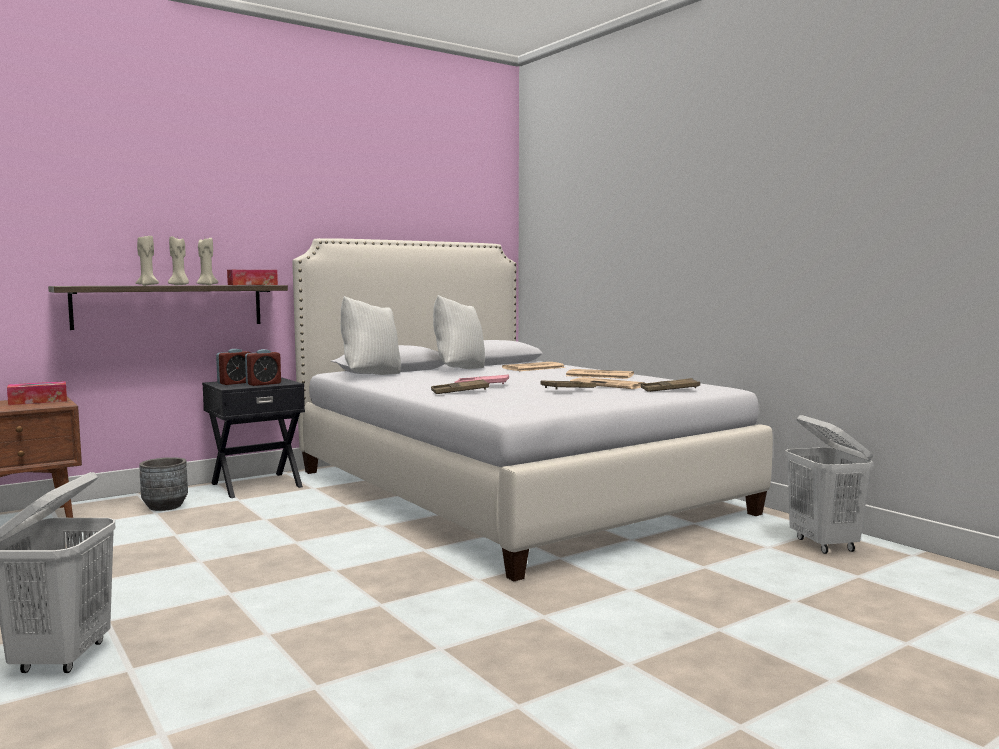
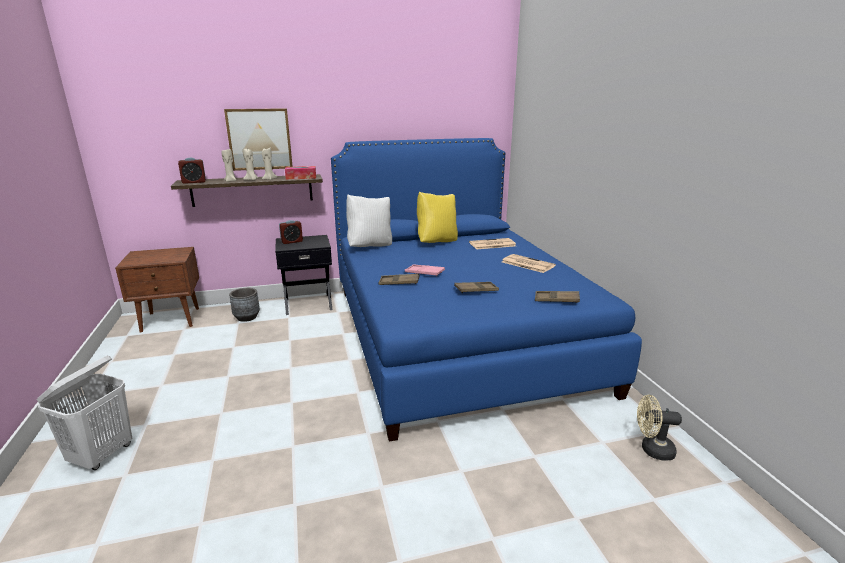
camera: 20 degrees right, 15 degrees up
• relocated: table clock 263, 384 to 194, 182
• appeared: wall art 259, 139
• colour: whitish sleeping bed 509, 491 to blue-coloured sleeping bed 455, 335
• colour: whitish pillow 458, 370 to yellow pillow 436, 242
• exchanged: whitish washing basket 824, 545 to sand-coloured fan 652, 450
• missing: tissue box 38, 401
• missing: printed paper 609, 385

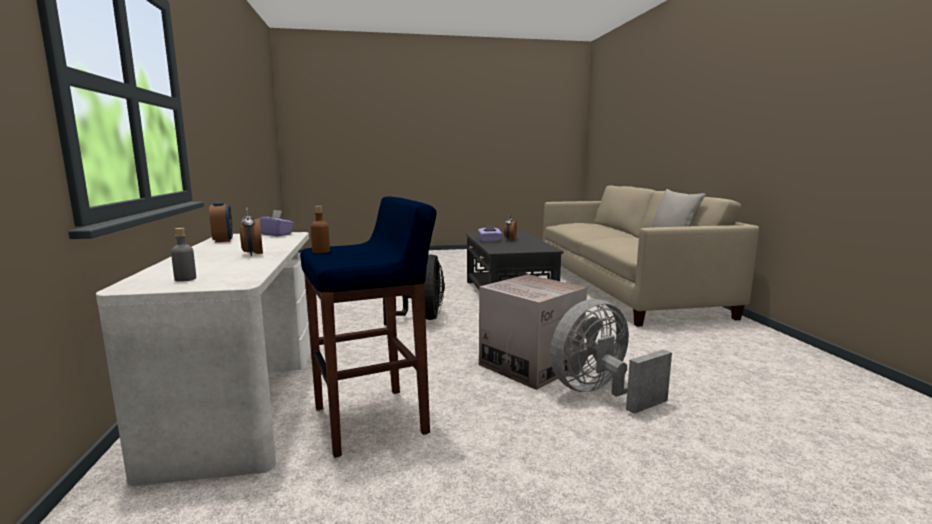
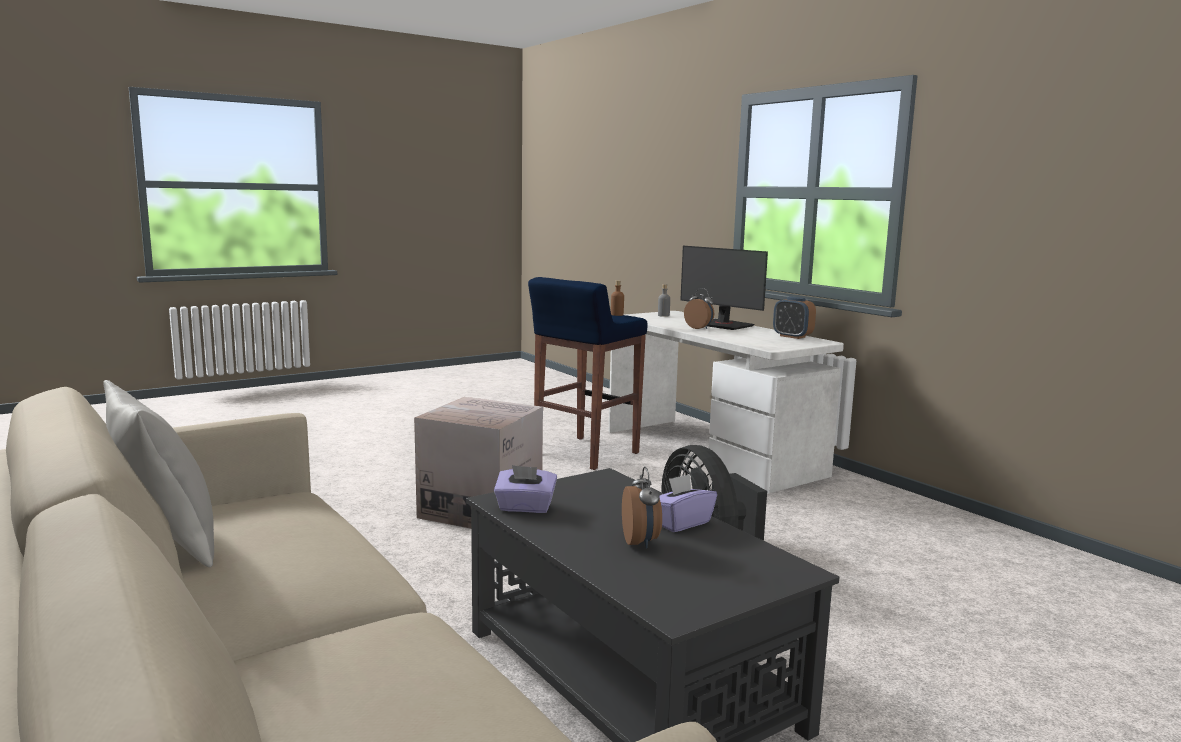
camera: 155 degrees right, 0 degrees up
• relocated: purple tissue box 276, 234 to 525, 507
• appeared: computer screen 721, 324
• missing: grey fan 599, 393

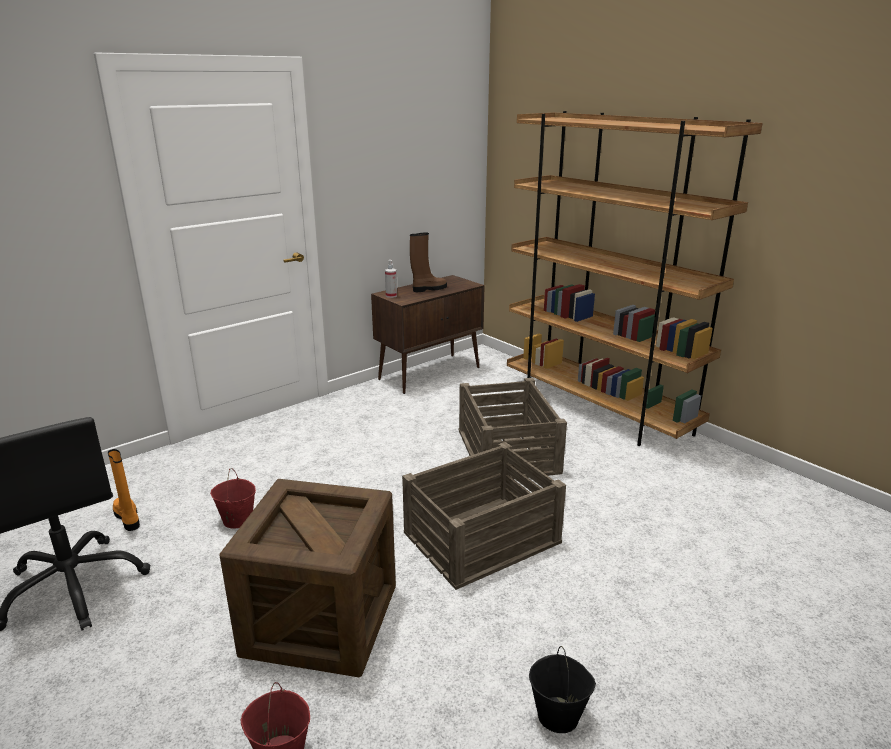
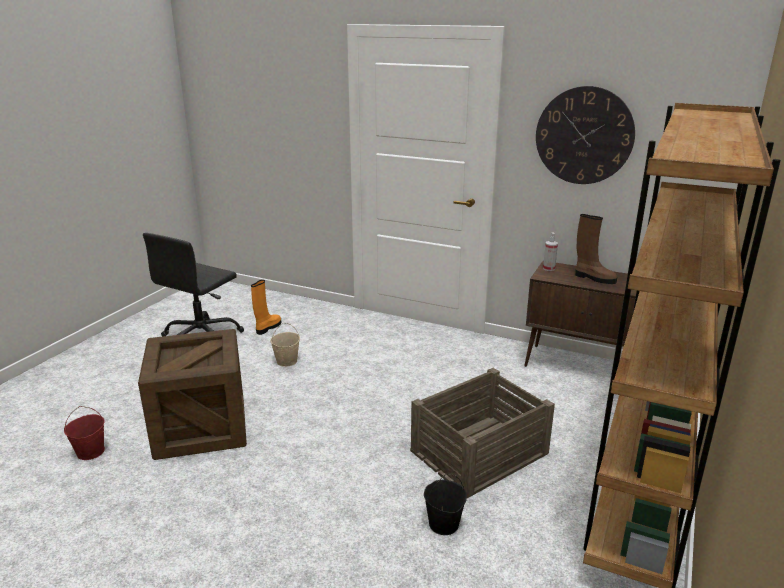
camera: 65 degrees right, 0 degrees up
• colour: reddish water bucket 237, 520 to sand-coloured water bucket 286, 361
• relocated: black-coloured water bucket 558, 715 to 444, 524
• appeared: hanging clock 584, 136
• missing: crate 480, 537

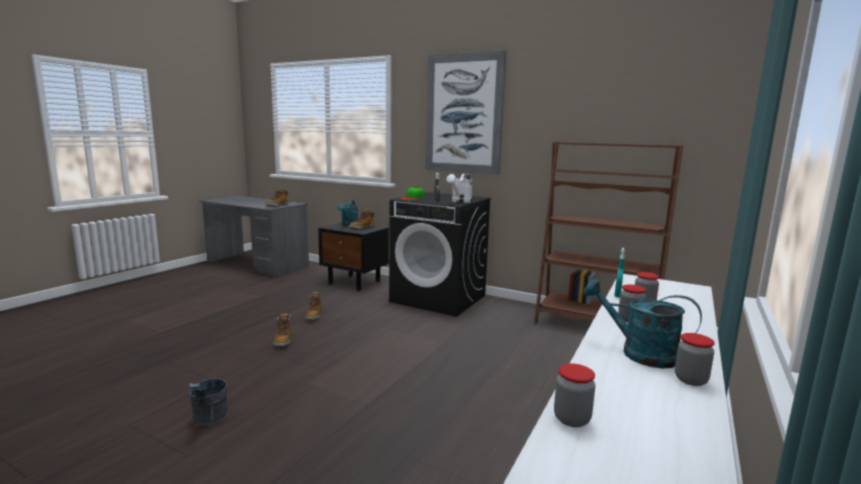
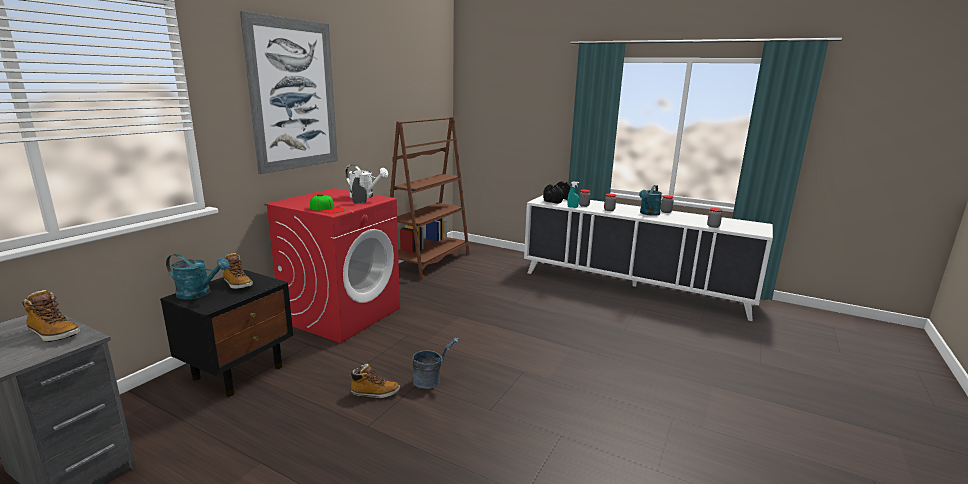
camera: 90 degrees left, 5 degrees up
• colour: black-coloured laundry machine 439, 298 to reddish laundry machine 342, 314
• relocated: grey water bucket 209, 420 to 432, 381
• appeared: black-coloured hand weight 557, 200
• missing: tall boot 283, 340

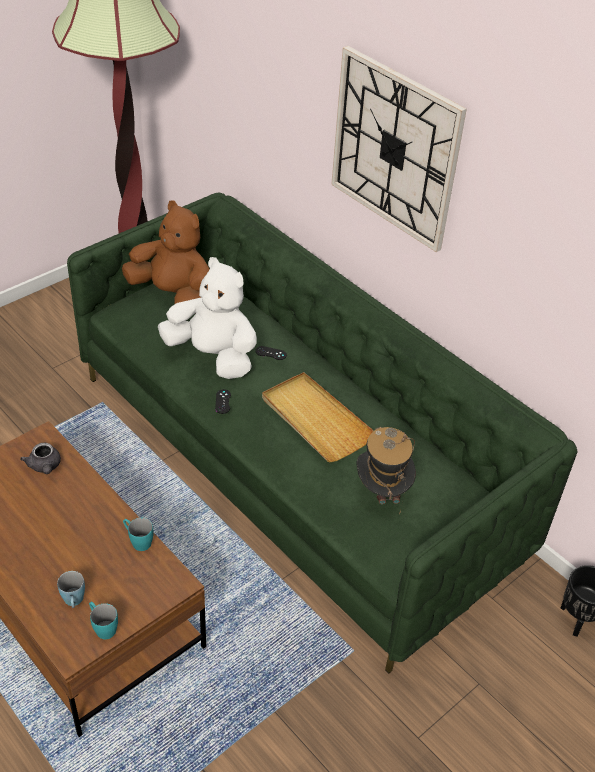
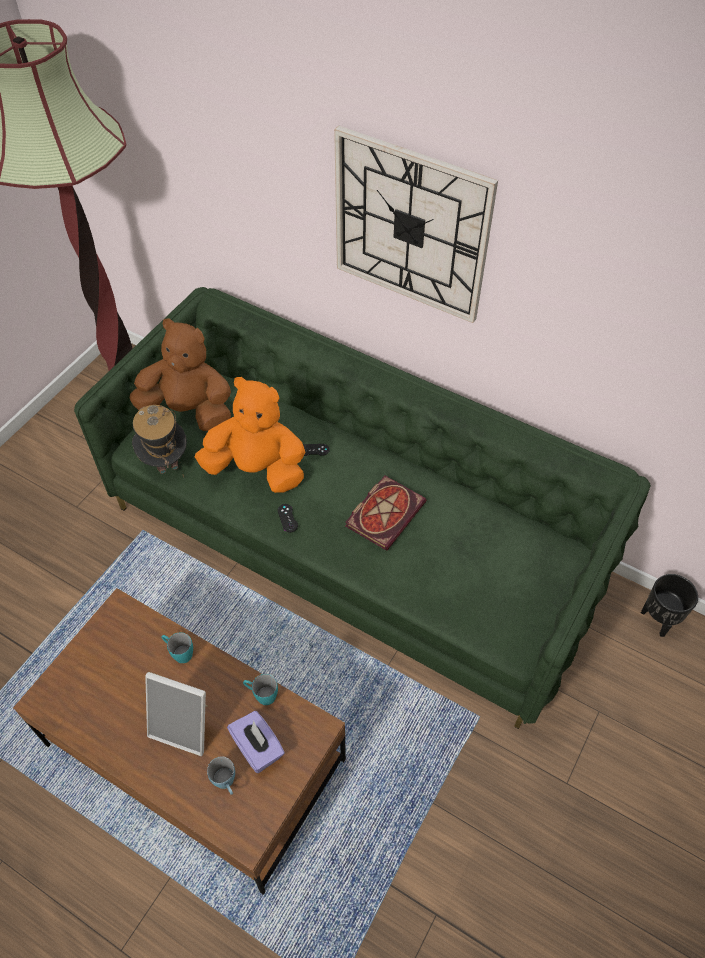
camera: 15 degrees left, 10 degrees up
• relocated: wearable hat 382, 492 to 165, 461
• appeared: photo frame 185, 726
• relocated: blue-green mug 102, 627 to 179, 652
• colour: whitish cuddly toy 213, 356 to orangey cuddly toy 257, 469
• appeared: purple tissue box 258, 748
• exchanged: sand-coloured serving tray 315, 420 to bound book 385, 512
• missing: grey tea pot 45, 467

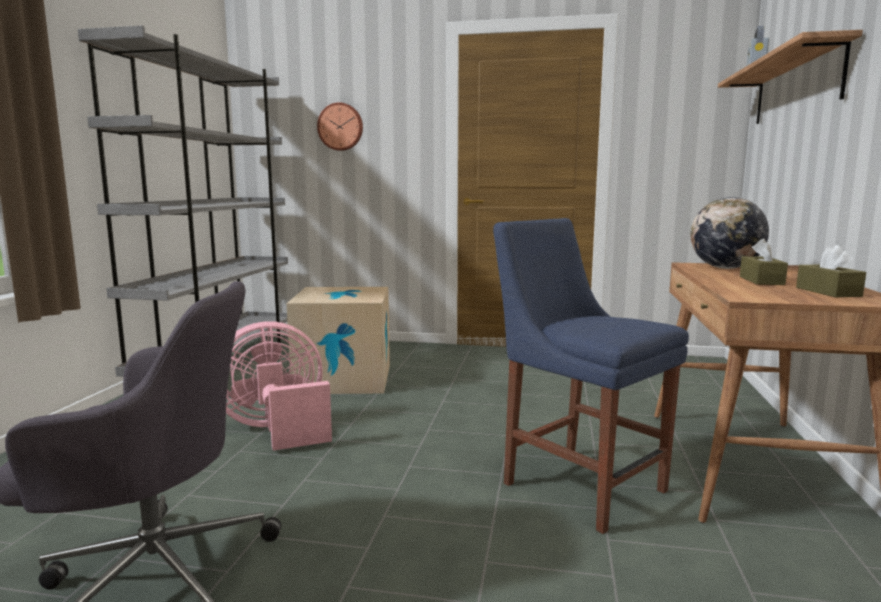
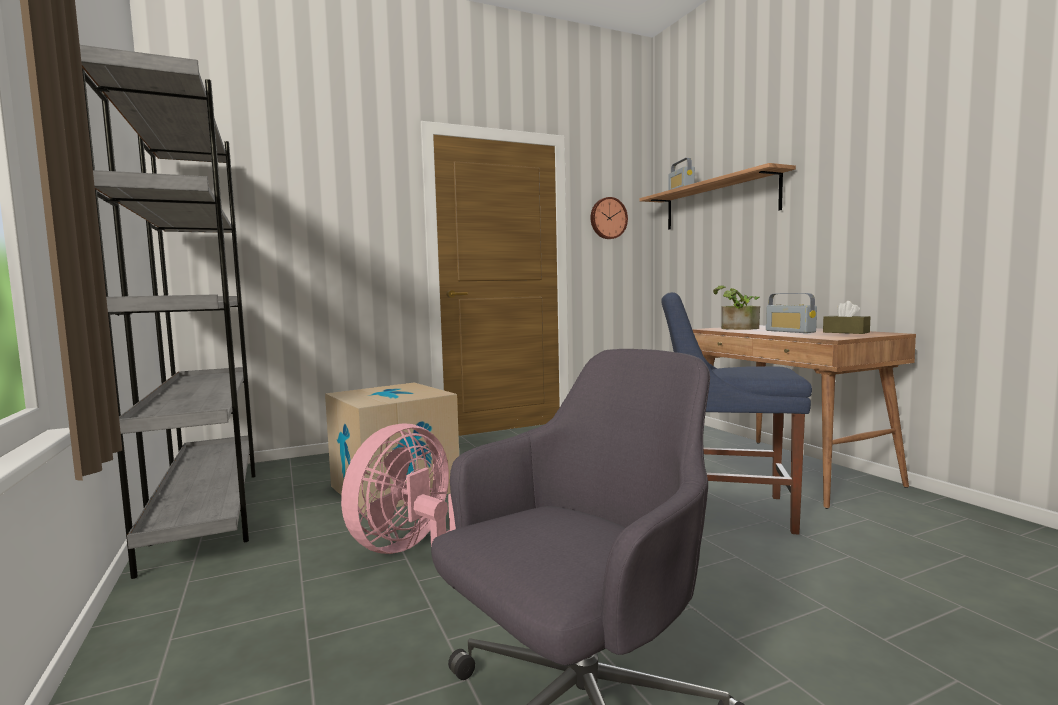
camera: 35 degrees left, 5 degrees down
• relocated: hanging clock 340, 127 to 607, 218
• exchanged: globe 725, 268 to potted plant 736, 328
• exchanged: brownish tissue box 761, 280 to radio set 790, 331

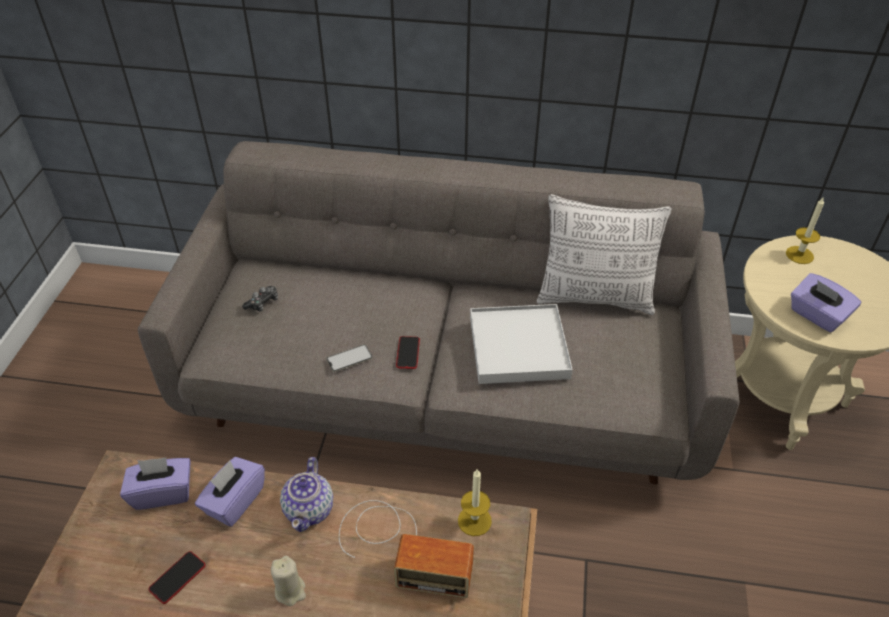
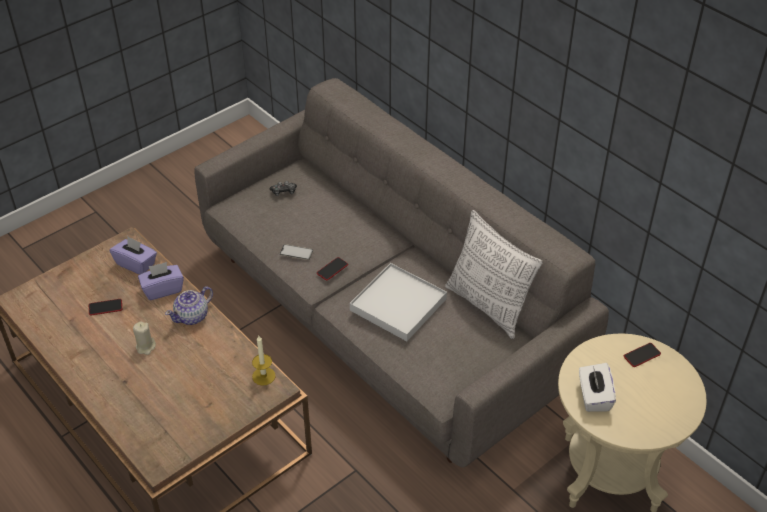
camera: 40 degrees right, 0 degrees up
• colour: purple tissue box 817, 315 to whitish tissue box 593, 397
• exchanged: candle 799, 255 to phone 642, 355
• missing: radio set 402, 547

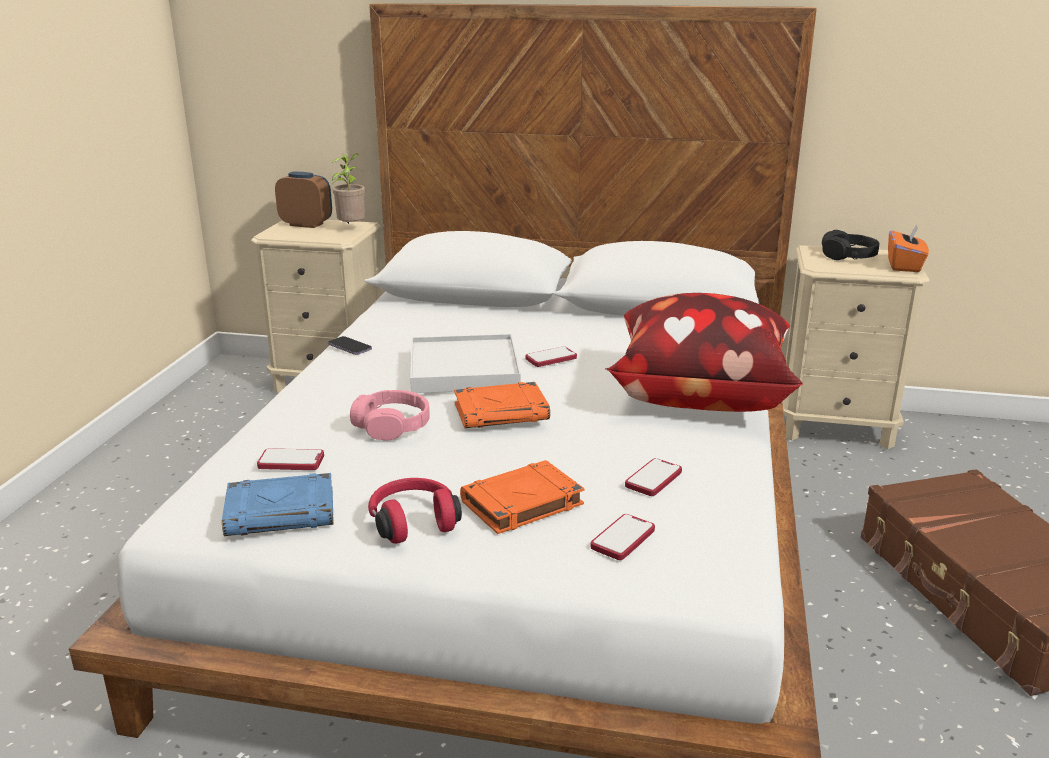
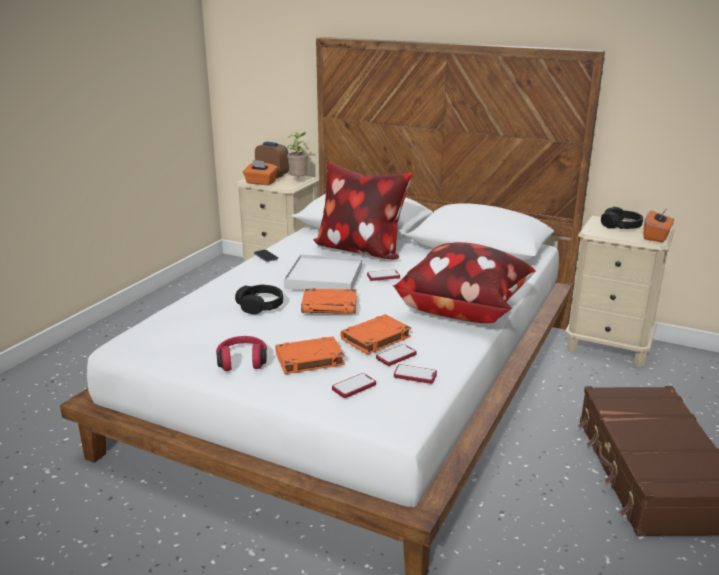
camera: 15 degrees right, 0 degrees up
• colour: pinkish headphones 392, 425 to black-coloured headphones 260, 306
• appeared: orangey tissue box 260, 183
• appeared: pillow 360, 250
• appeared: orangey bound book 375, 338
• relocated: phone 291, 461 to 415, 375
• missing: blue-coloured bound book 282, 512

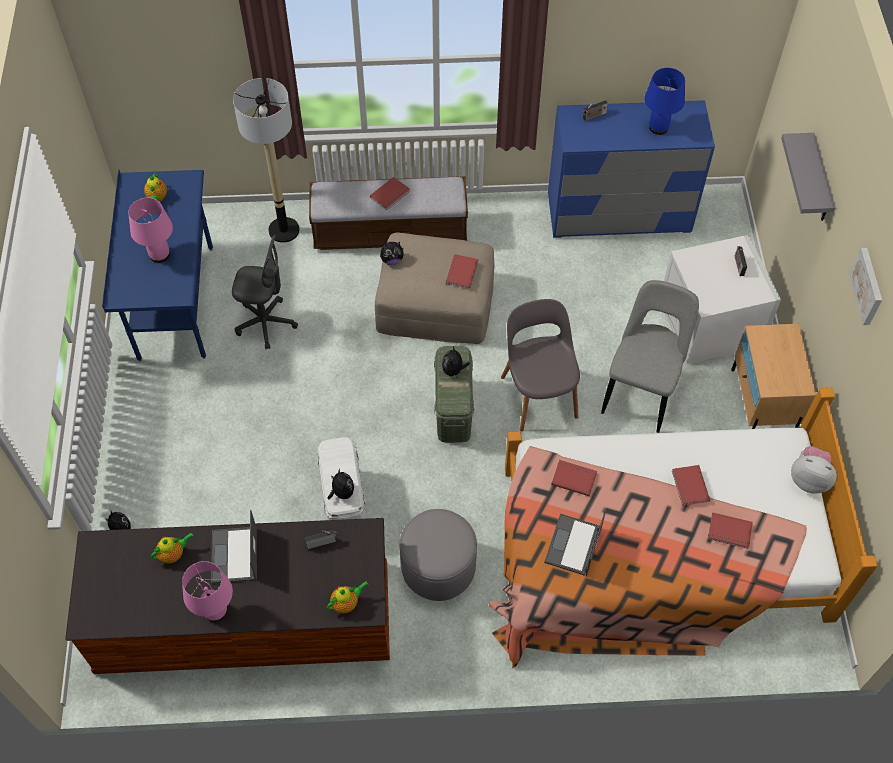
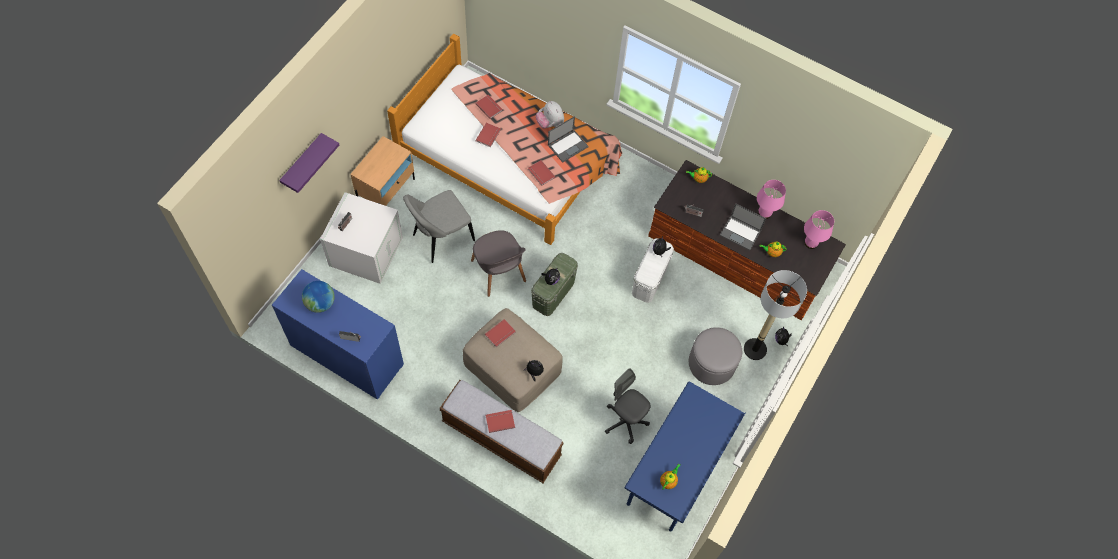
camera: 150 degrees left, 5 degrees up
• colour: grey wall shelf 820, 181 to purple wall shelf 302, 162
• exchanged: blue-coloured tabletop lamp 658, 128 to globe 320, 303
• spun: grey upright chair 539, 394 = 498, 272 45 degrees counterclockwise
• relocated: cuddly toy 809, 479 to 550, 123
• relocated: grey footrest 438, 566 to 711, 363
• spun: laptop 235, 556 = 740, 233 90 degrees clockwise
• relocated: floor lamp 283, 230 to 755, 349
• relocated: pinkish tabletop lamp 159, 254 to 811, 243
• missing: wall art 868, 286

